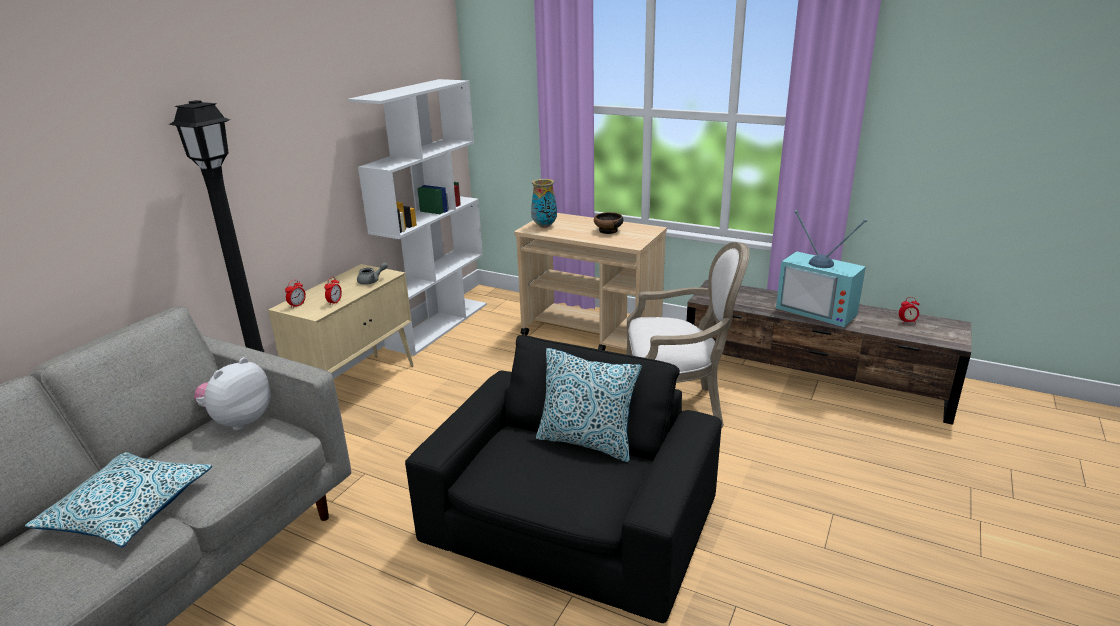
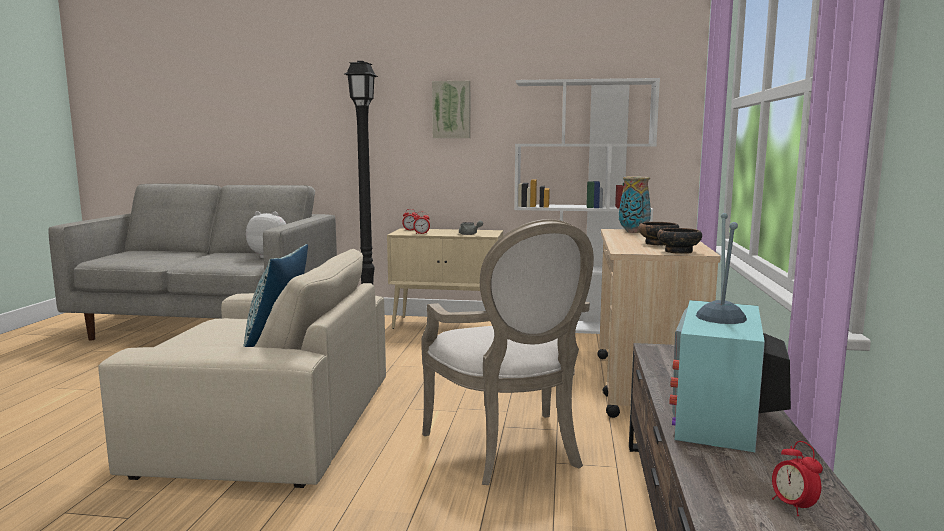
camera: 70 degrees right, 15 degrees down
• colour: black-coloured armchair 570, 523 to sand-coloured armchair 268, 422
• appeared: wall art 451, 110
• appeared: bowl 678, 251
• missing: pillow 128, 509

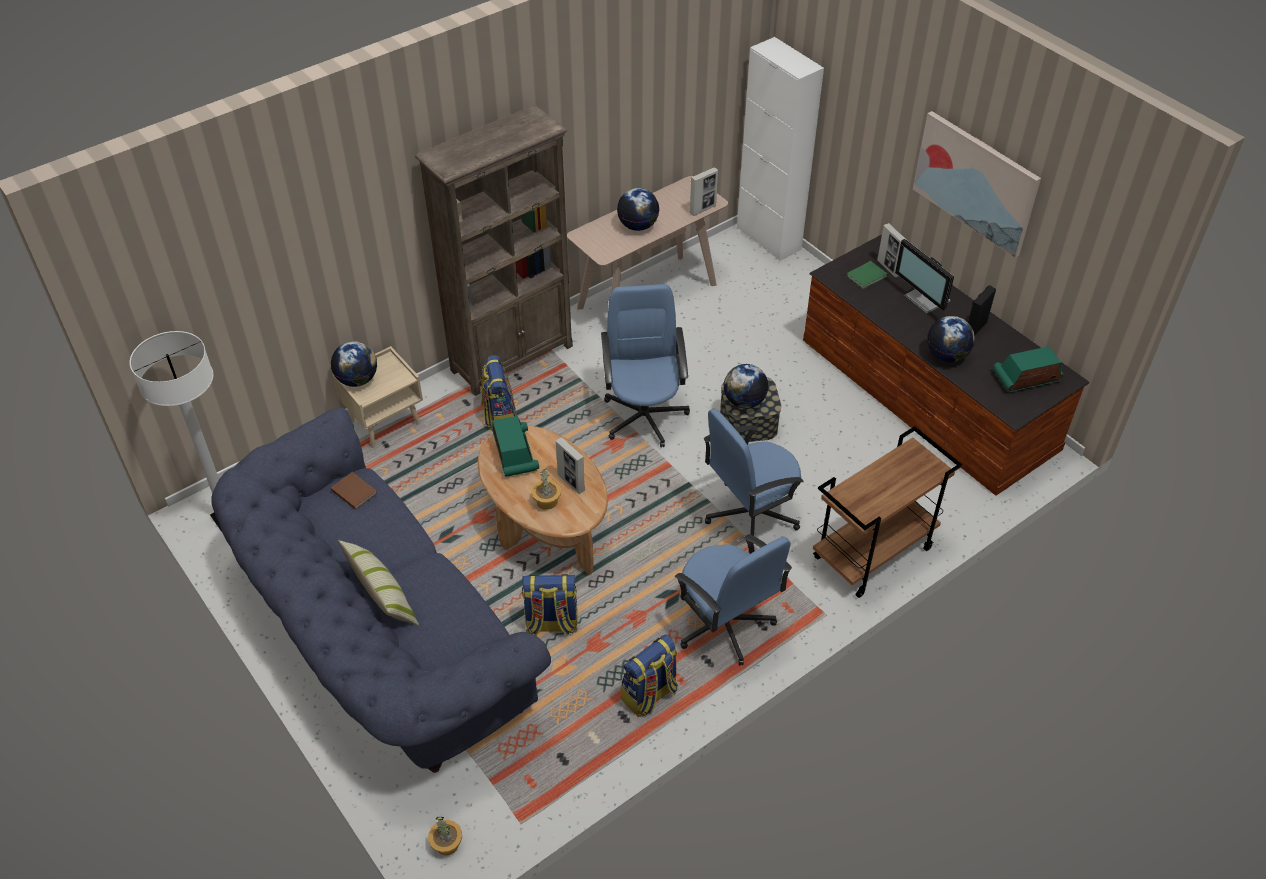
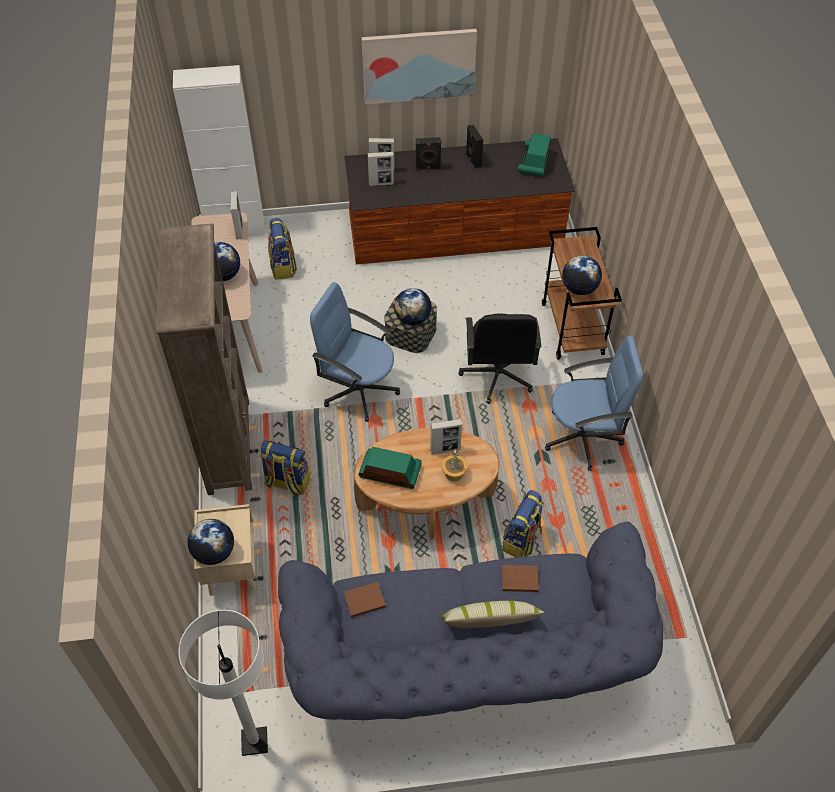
camera: 60 degrees left, 5 degrees up
• relocated: knapsack 649, 695 to 283, 267
• exchanged: greenish bound book 867, 276 to photo frame 381, 183
• exchanged: computer screen 926, 299 to black-coloured audio speaker 428, 168
• colour: blue-coloured computer chair 750, 515 to black-coloured computer chair 497, 375
• appeared: brownish bound book 518, 578
• relocated: globe 947, 355 to 579, 288
• missing: potted plant 447, 844

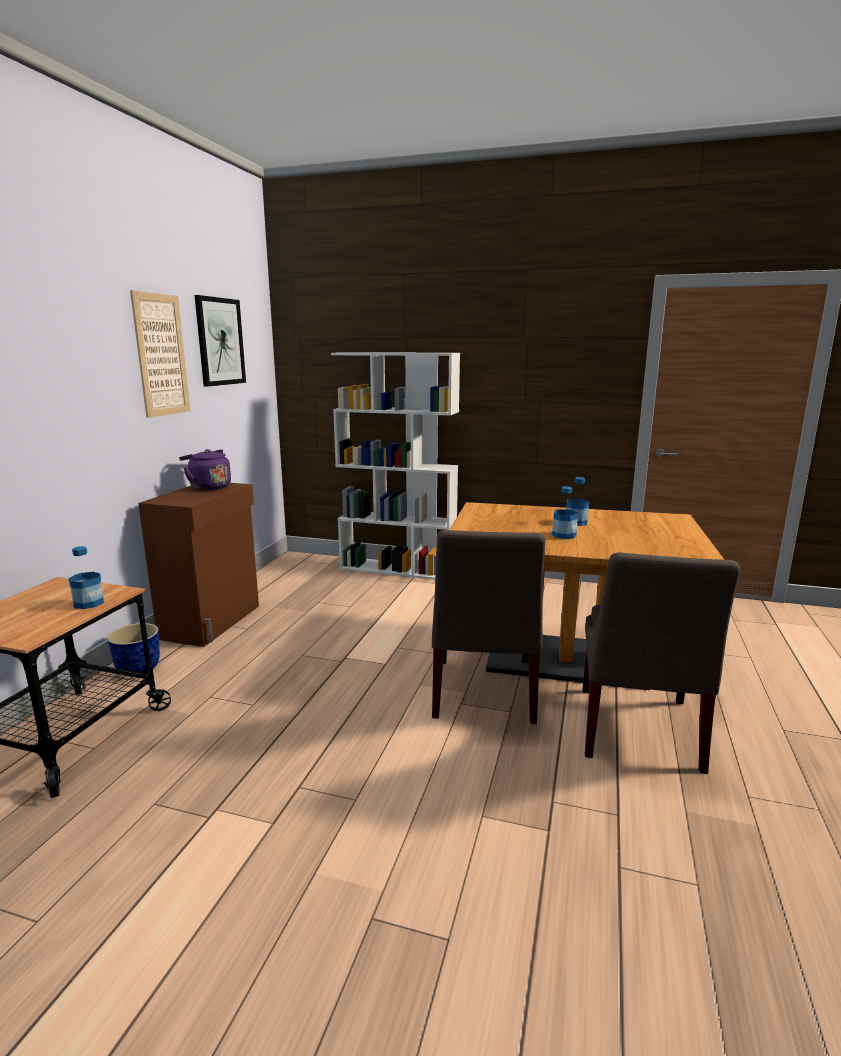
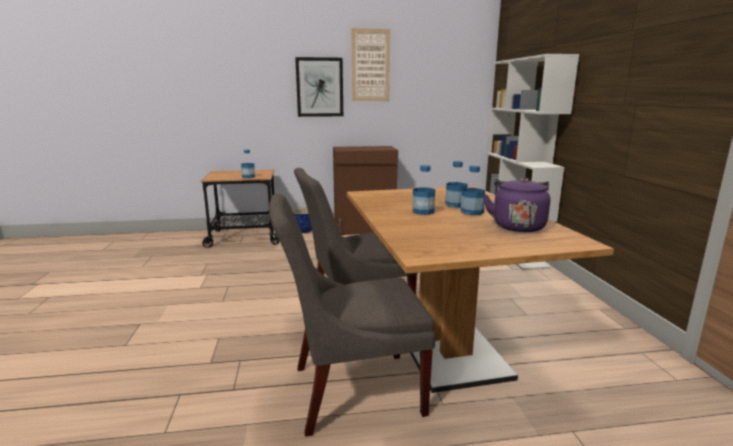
camera: 65 degrees right, 0 degrees up
• relocated: wall art 220, 341 to 319, 87
• appeared: drink bottle 455, 205
• relocated: purple tea kettle 208, 487 to 517, 226

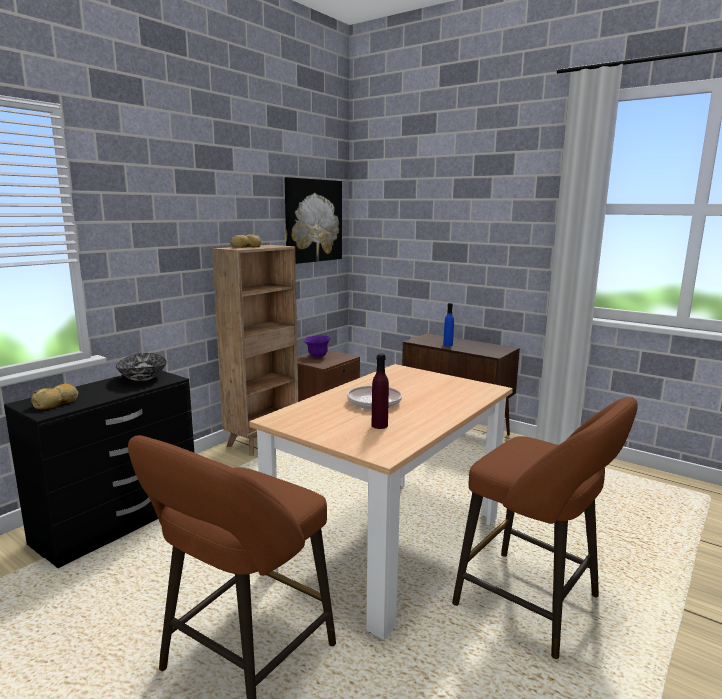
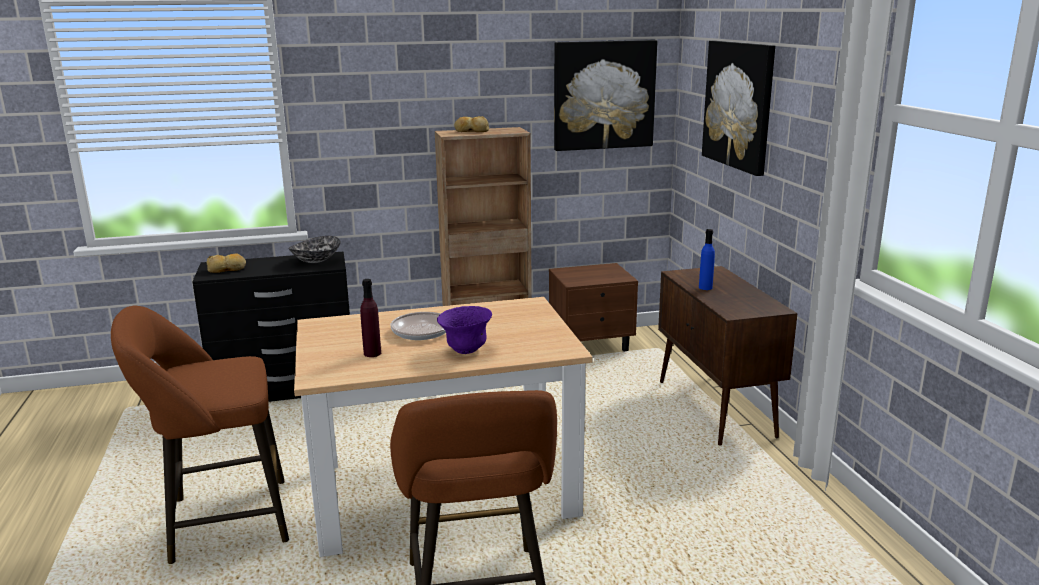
camera: 40 degrees right, 5 degrees up
• relocated: purple bowl 317, 356 to 466, 350
• appeared: wall art 739, 105

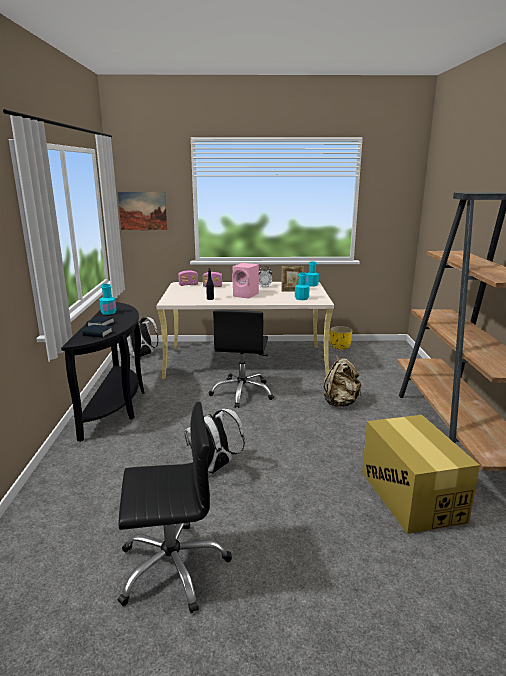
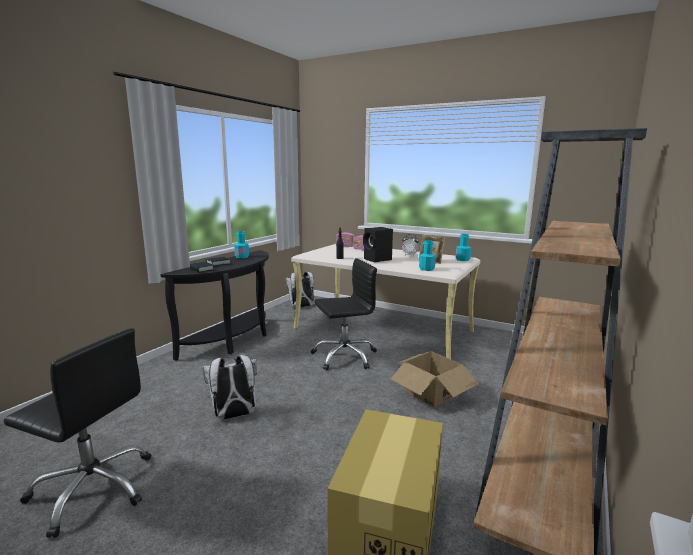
camera: 30 degrees right, 5 degrees down
• spun: black-coloured computer chair 242, 393 = 344, 356 150 degrees counterclockwise
• colour: pinkish audio speaker 246, 295 to black-coloured audio speaker 378, 259
• exchanged: sand-coloured knapsack 340, 402 to packing box 431, 392
• missing: wall art 143, 211
• missing: yellow flower pot 340, 347

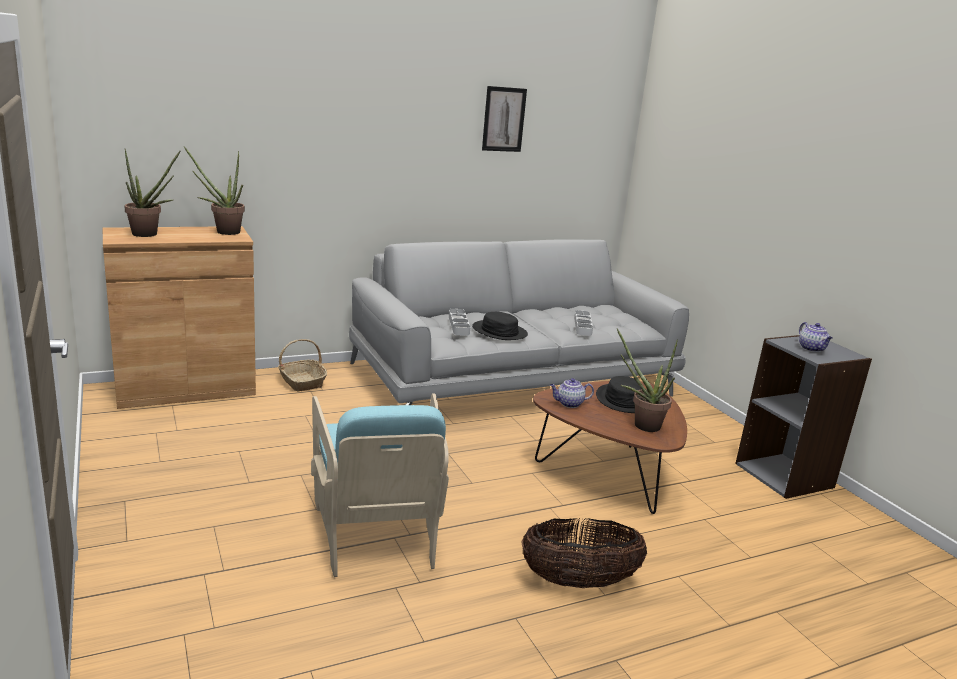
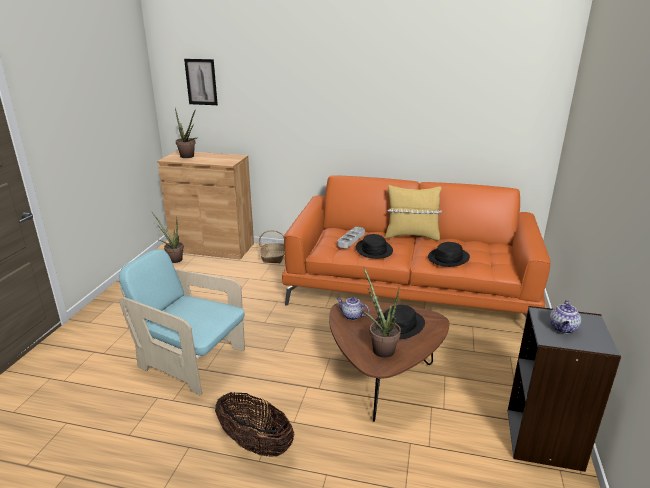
camera: 40 degrees right, 5 degrees up
• spun: blue-green armchair 376, 531 = 191, 361 90 degrees clockwise
• relocated: potted plant 223, 232 to 173, 259
• relocated: wall art 504, 119 to 201, 82
• colour: grey couch 514, 380 to orangey couch 410, 288
• appeared: yellow pillow 411, 236
• exchanged: grey serving tray 582, 326 to black-coloured wearable hat 448, 258

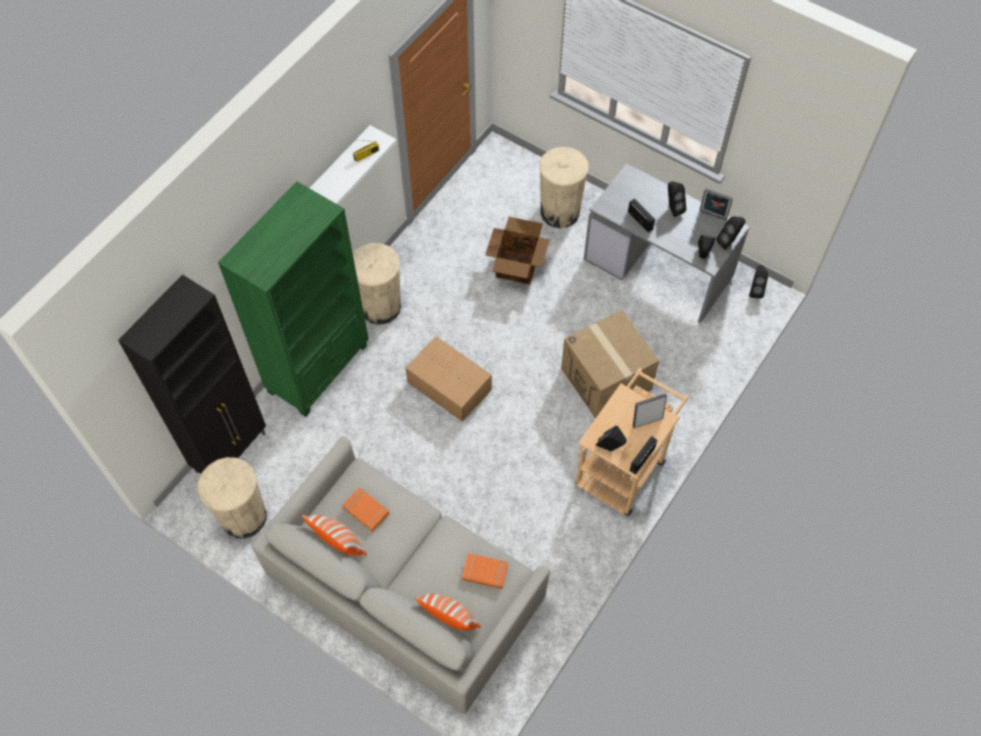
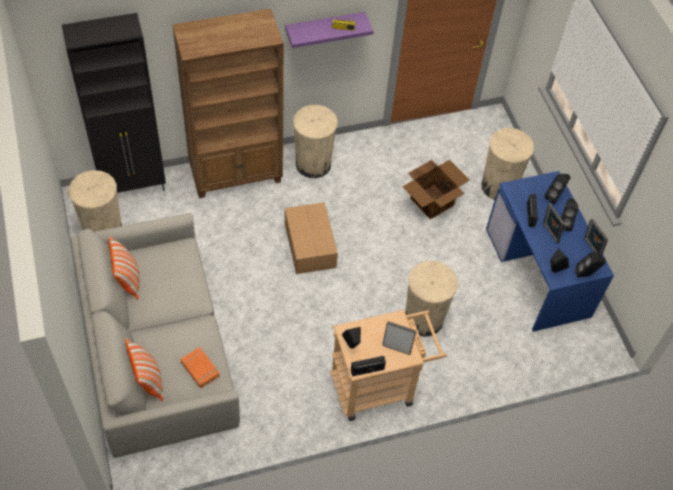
camera: 35 degrees right, 5 degrees down
• colour: greenish shelving unit 319, 368 to brownish shelving unit 236, 175
• colour: whitish wall shelf 341, 166 to purple wall shelf 324, 28
• exchanged: packing box 606, 379 to sand-coloured rubbish bin 424, 319
• colour: grey desk unit 659, 267 to blue-coloured desk unit 538, 272
• appeared: photo frame 549, 234
• relocated: black-coloured audio speaker 755, 290 to 555, 197
• missing: orangey bound book 366, 510

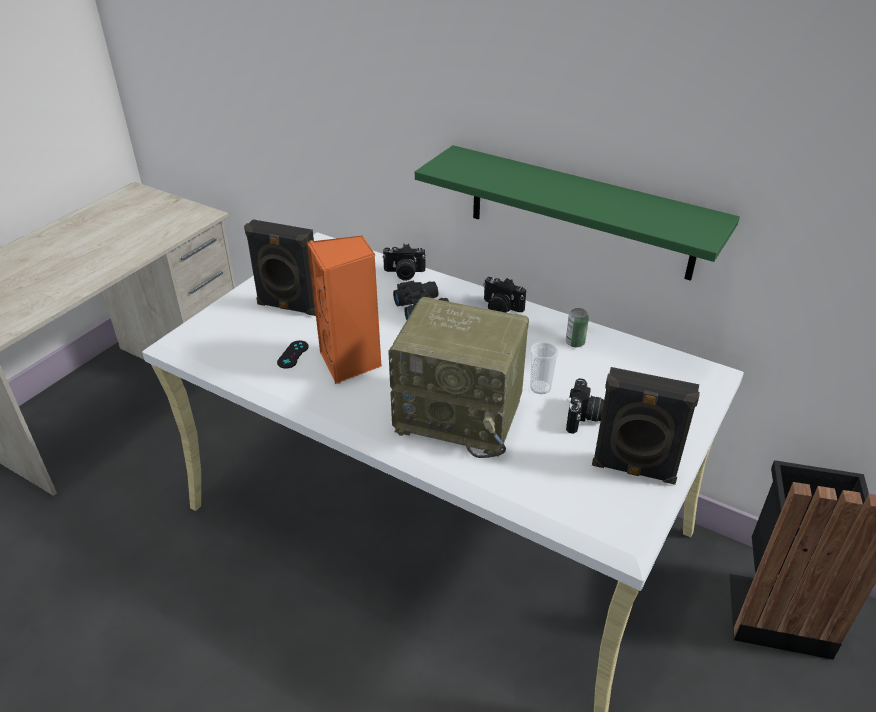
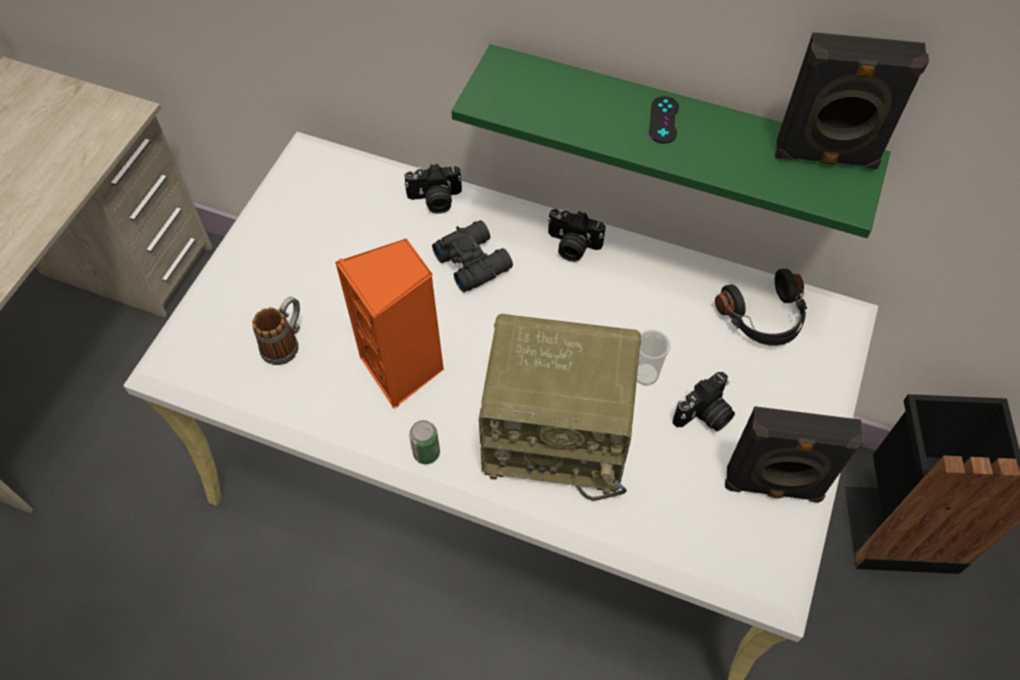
camera: 10 degrees left, 20 degrees up
• appeared: mug 285, 343
• relocated: can 575, 343 to 426, 453
• relocated: black-coloured joypad 293, 354 to 663, 120
• spun: photo camera 584, 418 = 704, 415 45 degrees clockwise
• appeared: black-coloured headphones 764, 319
• relocated: black-coloured audio speaker 288, 307 to 826, 157

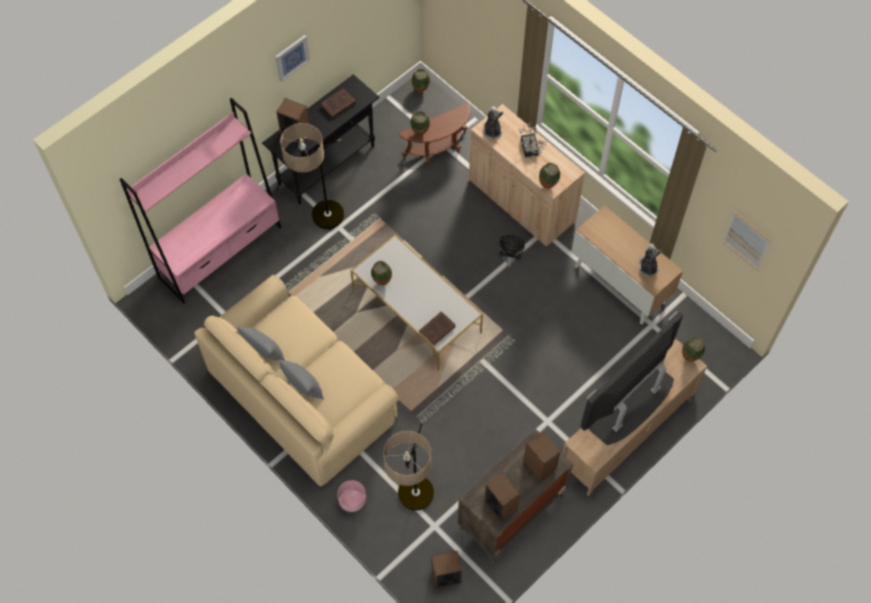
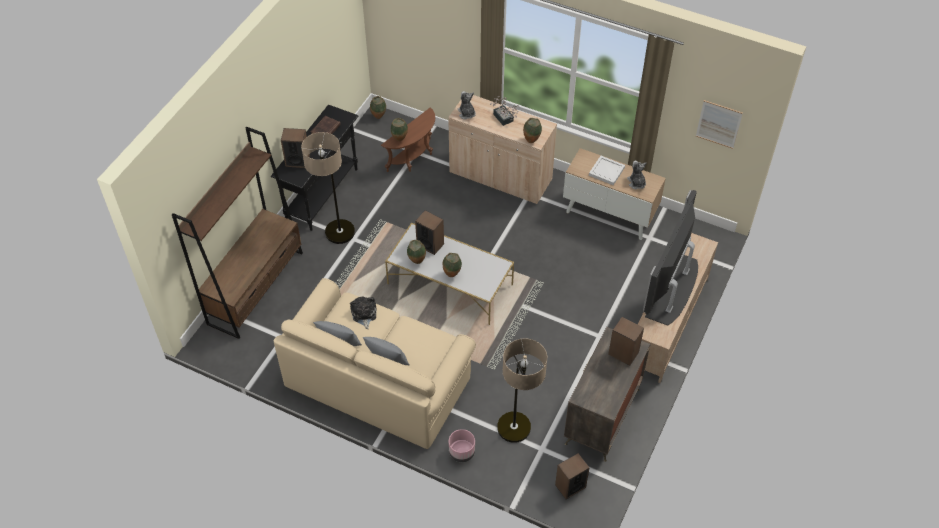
camera: 20 degrees left, 10 degrees down
• colour: pinkish shelving unit 220, 252 to brownish shelving unit 256, 287
• relocated: cuddly toy 510, 251 to 364, 314
• relocated: audio speaker 501, 505 to 430, 244
• relocated: vase 689, 357 to 452, 274
• appeared: whitish serving tray 607, 172
• missing: wall art 291, 57
• missing: brownish bound book 438, 328

